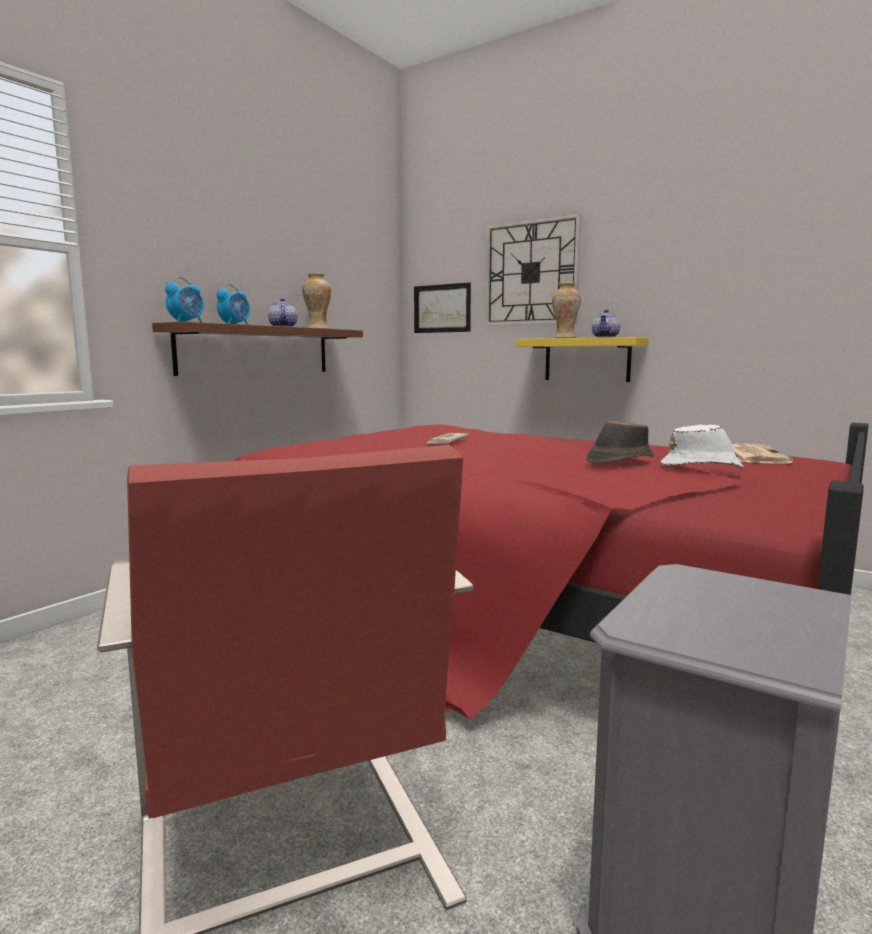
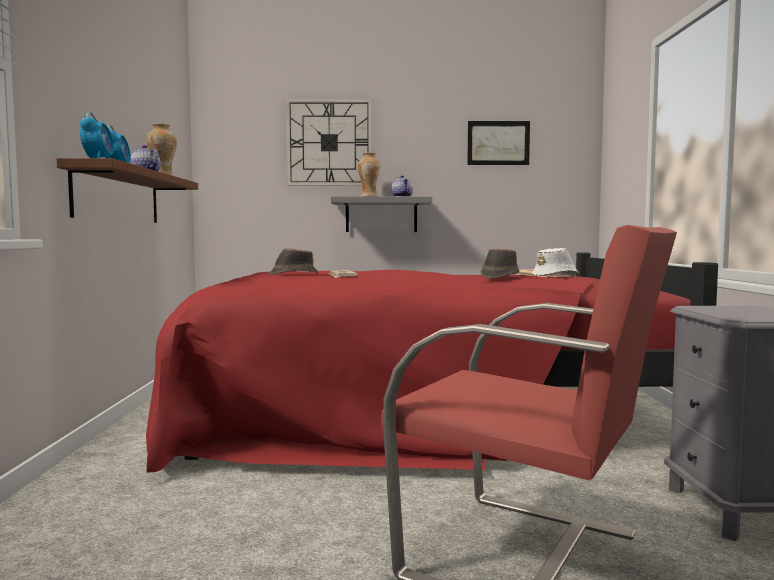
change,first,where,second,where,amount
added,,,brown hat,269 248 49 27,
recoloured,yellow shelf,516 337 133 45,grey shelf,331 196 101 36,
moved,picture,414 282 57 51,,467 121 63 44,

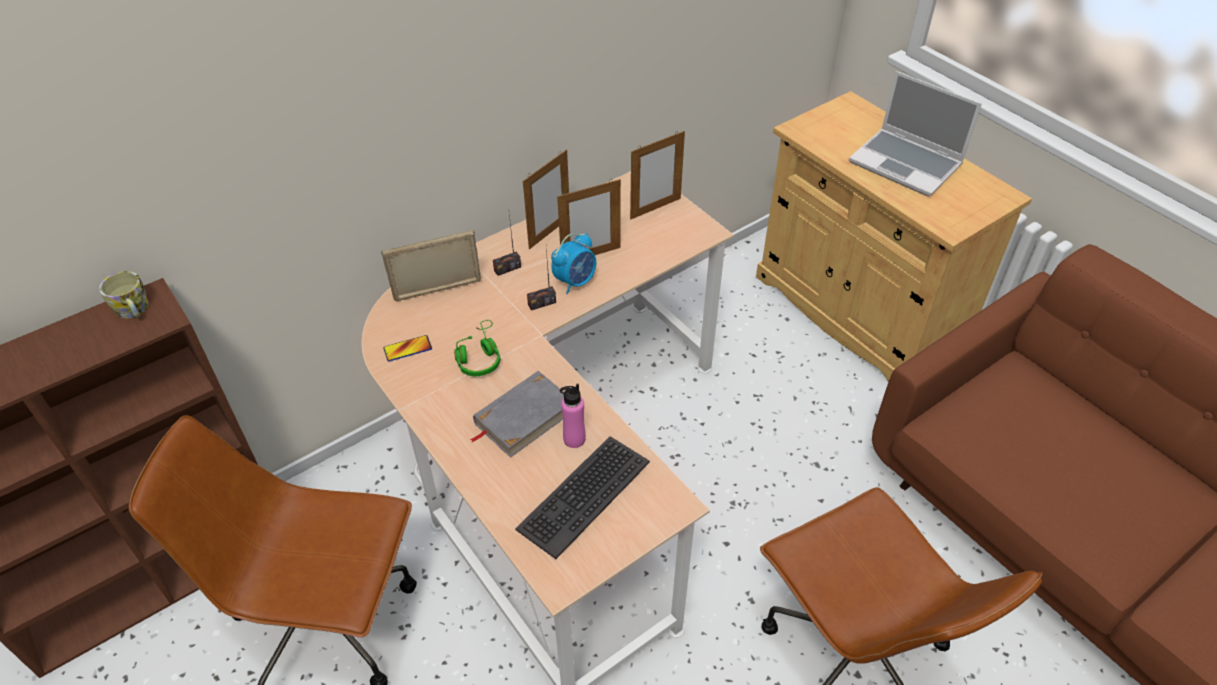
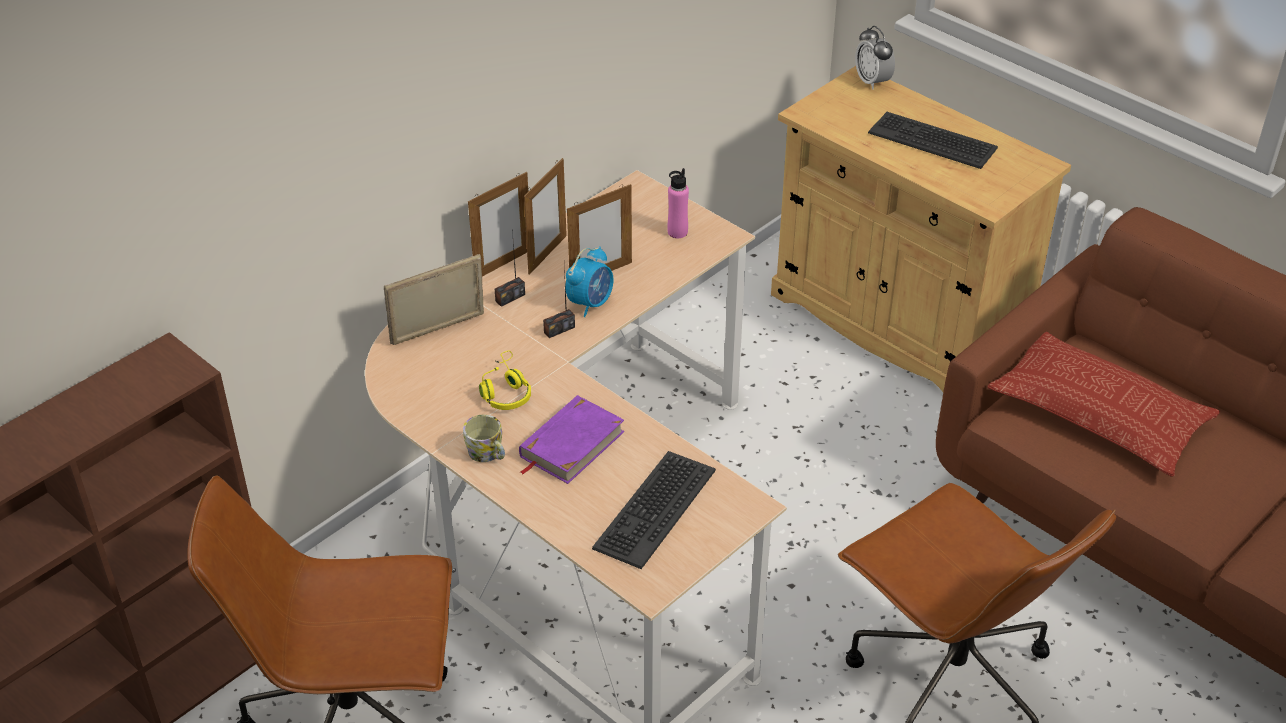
change,first,where,second,where,amount
moved,mug,99 271 49 47,,463 415 42 47,
moved,picture frame,630 131 55 88,,468 172 60 105,
recoloured,green headphones,454 320 46 56,yellow headphones,479 350 52 60,
recoloured,grey book,470 371 94 87,purple book,519 395 105 89,
moved,pink bottle,560 384 26 64,,667 168 22 70,
added,,,alarm clock,855 26 40 64,
replaced,laptop,849 71 133 126,keyboard,868 112 130 57,
added,,,pillow,987 332 233 144,
removed,phone,383 335 49 26,,,

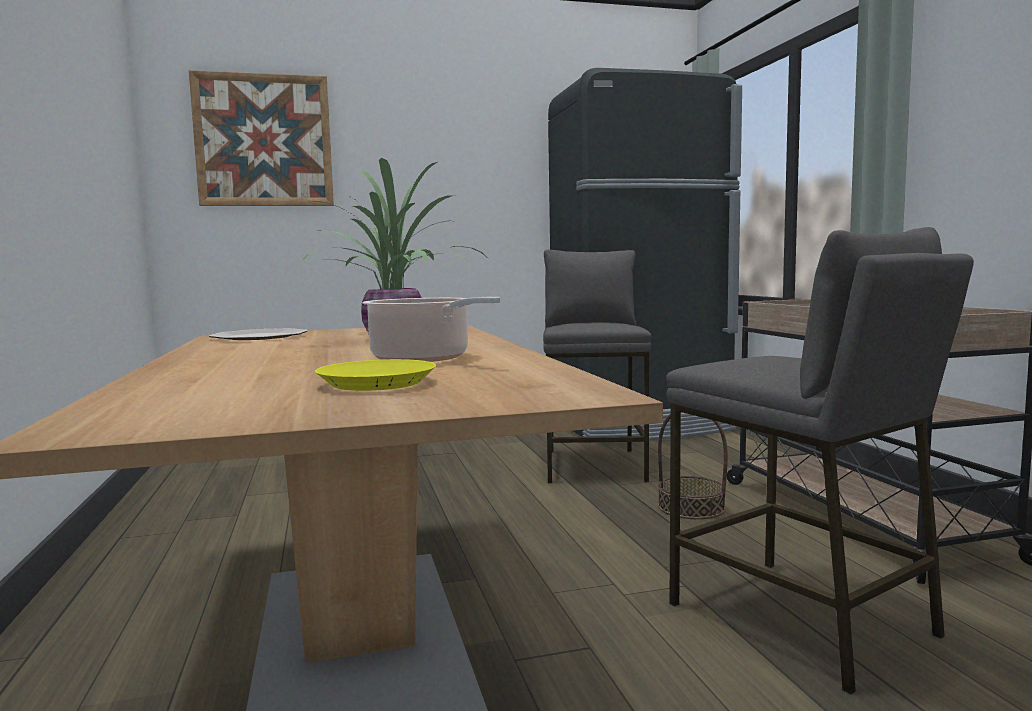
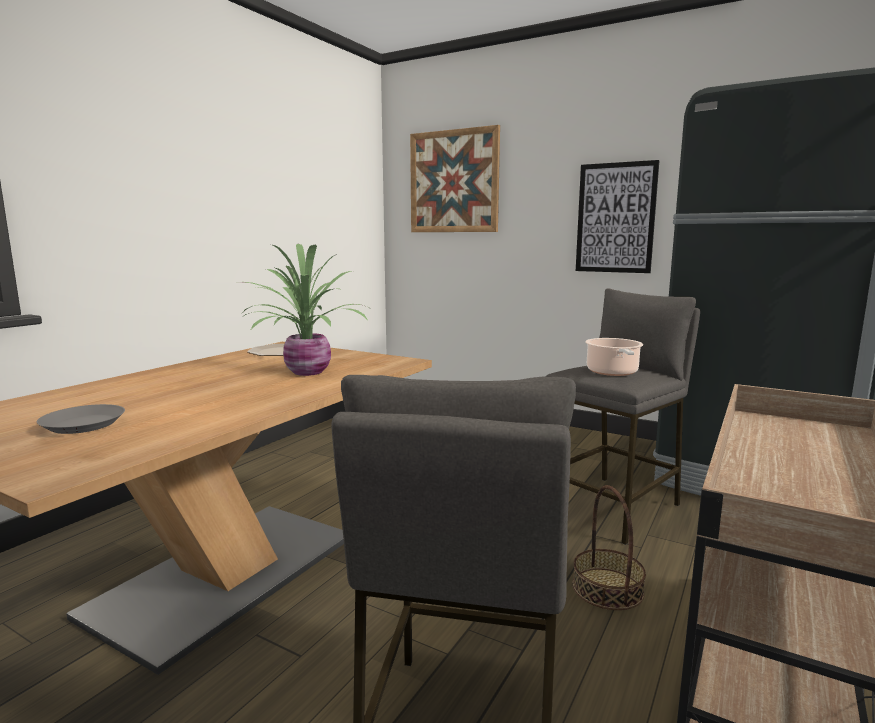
change,first,where,second,where,amount
recoloured,yellow plate,315 359 121 32,grey plate,37 404 88 30,
added,,,picture,576 160 84 113,
moved,cooking pot,362 297 138 65,,585 338 58 38,

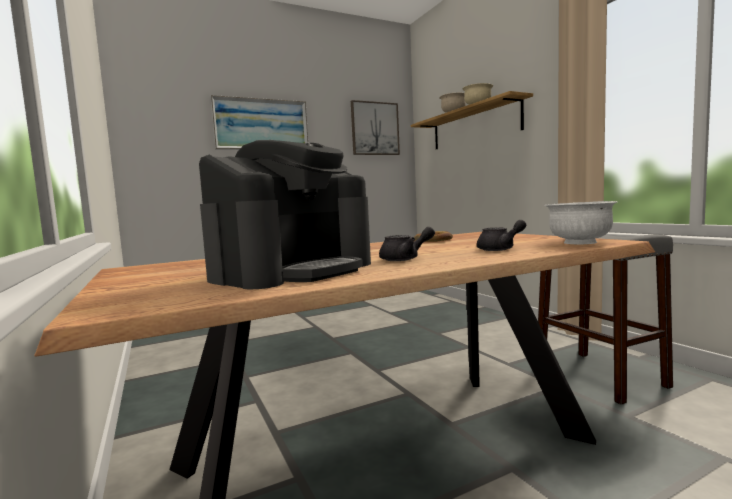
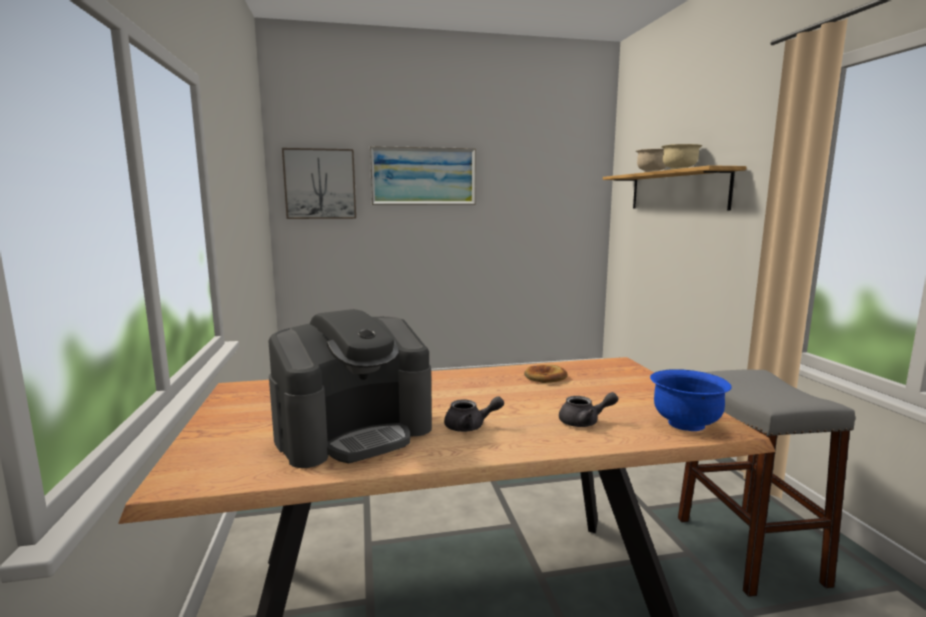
change,first,where,second,where,amount
moved,picture,351 100 49 55,,282 148 74 71,
recoloured,white bowl,545 201 72 43,blue bowl,650 369 82 62,

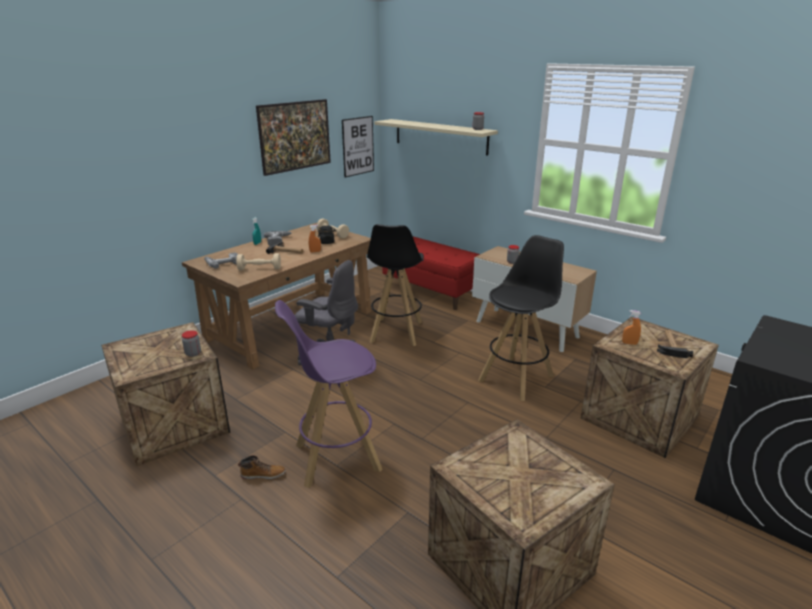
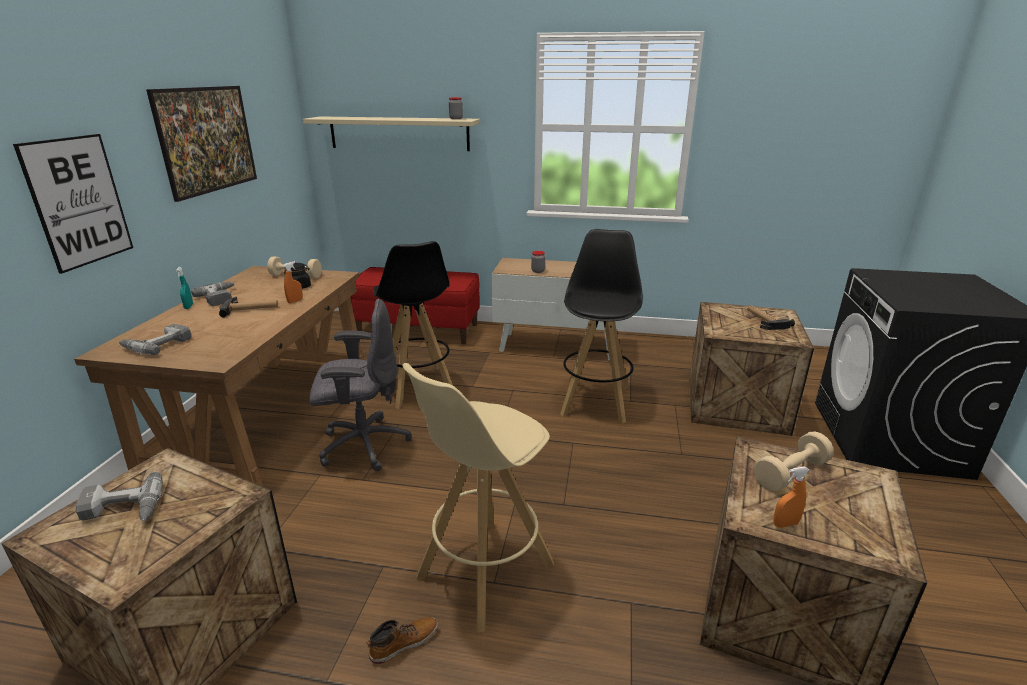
change,first,where,second,where,amount
moved,picture,342 116 32 62,,13 134 120 140,
added,,,power drill,76 472 87 49,
recoloured,purple stool,275 300 107 188,beige stool,402 363 152 269,
moved,beige dumbbell,236 253 45 17,,754 431 80 61,
moved,orange spray bottle,622 310 19 35,,774 466 36 62,
removed,jar,182 330 19 27,,,

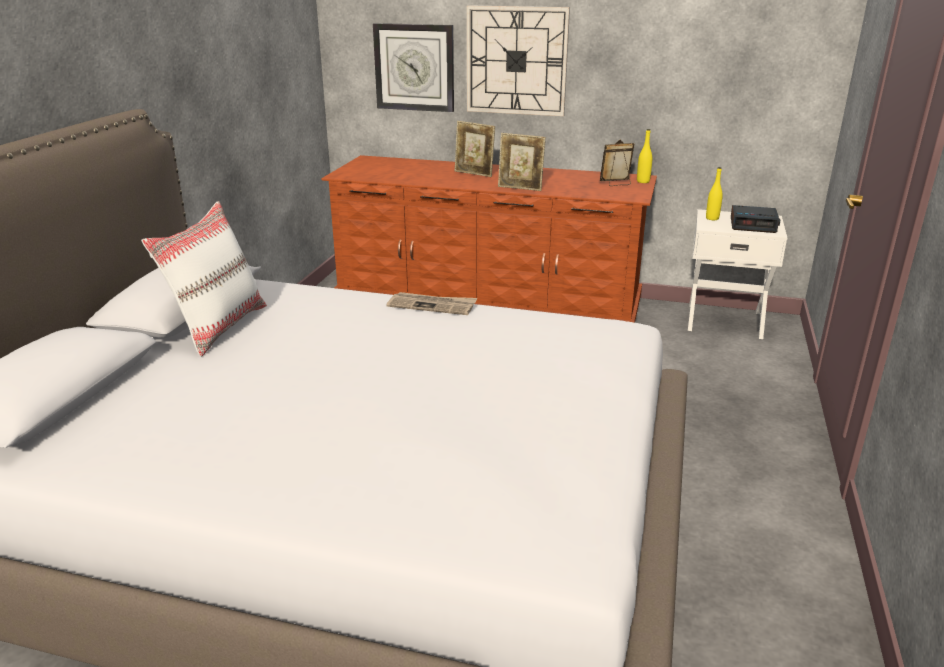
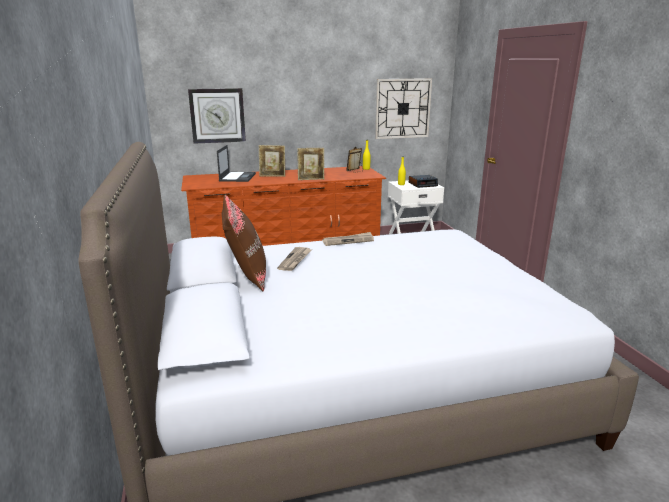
change,first,where,second,where,amount
added,,,laptop,217 145 39 37,
recoloured,white pillow,141 201 126 156,brown pillow,222 195 44 96,
added,,,newspaper,277 247 34 24,
moved,wall clock,467 5 103 111,,375 78 57 61,

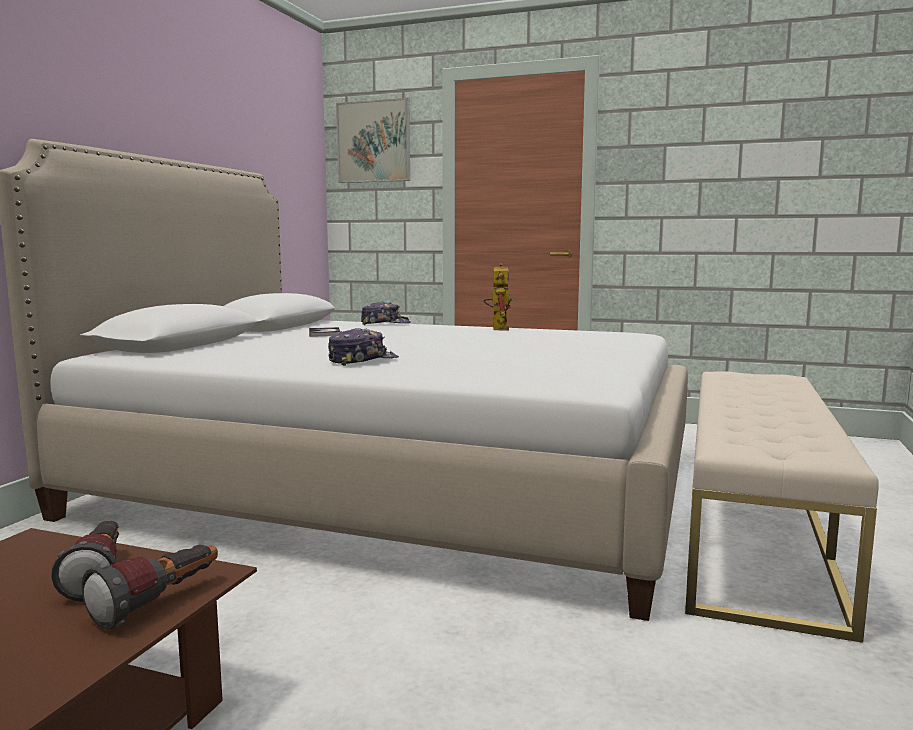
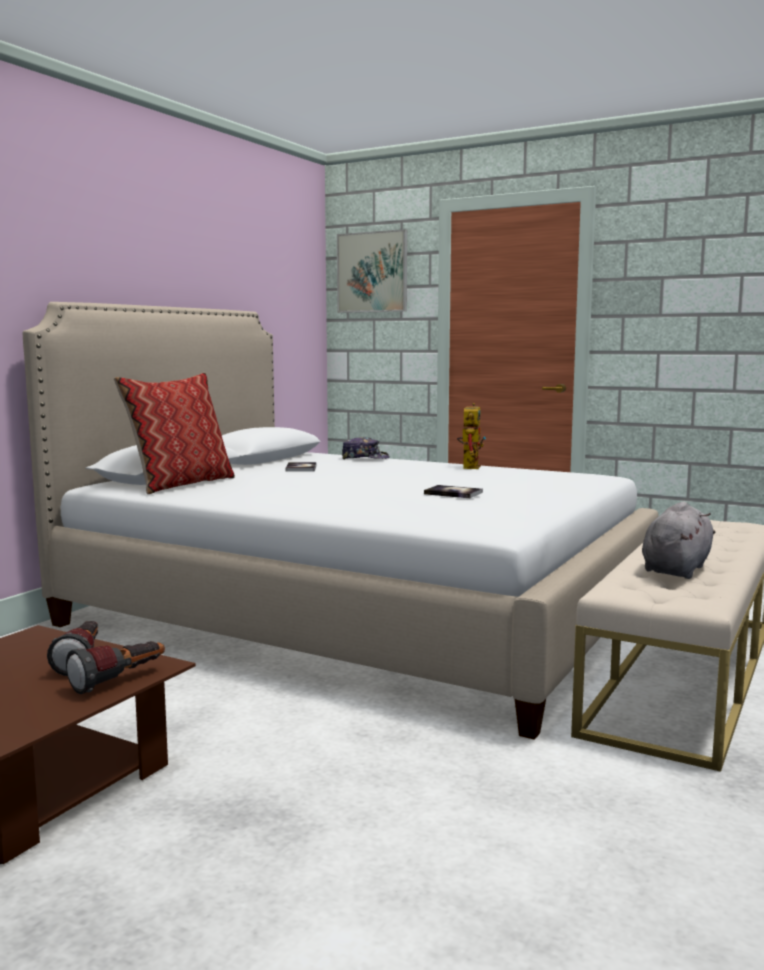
change,first,where,second,where,amount
added,,,pillow,114 373 121 121,
added,,,book,424 485 59 13,
added,,,grey plush toy,642 502 73 77,
removed,cap,328 328 71 38,,,

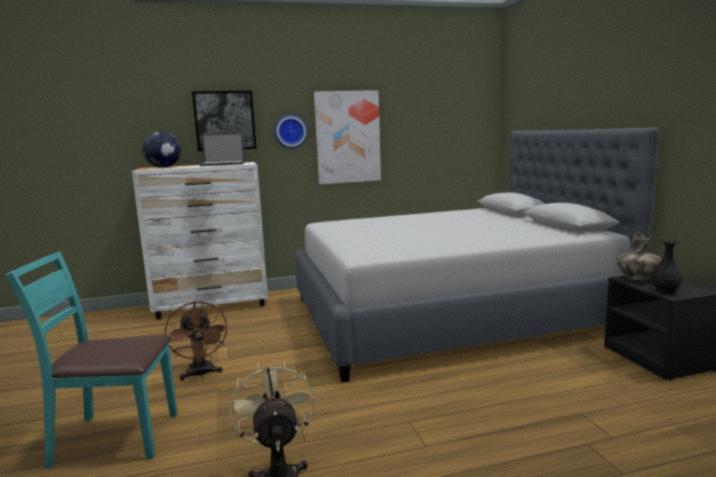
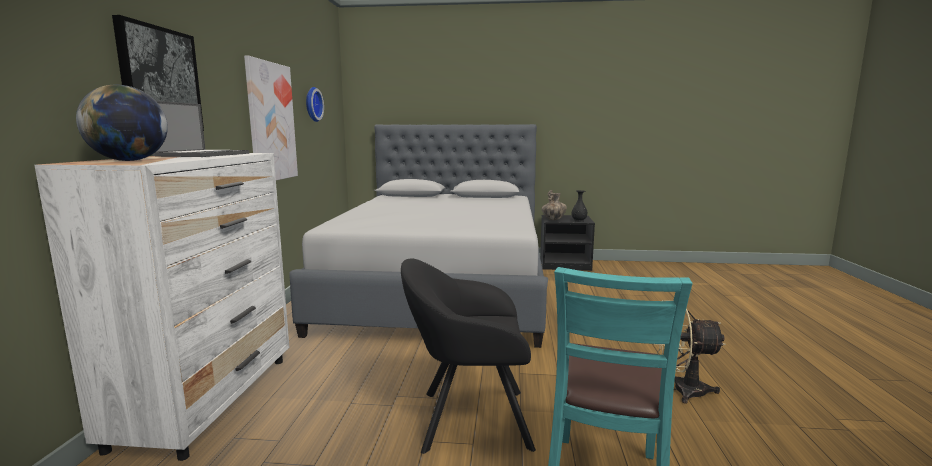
change,first,where,second,where,amount
moved,wall clock,275 115 32 33,,306 87 18 35,
replaced,brown fan,165 301 63 80,black armchair,401 259 135 195,

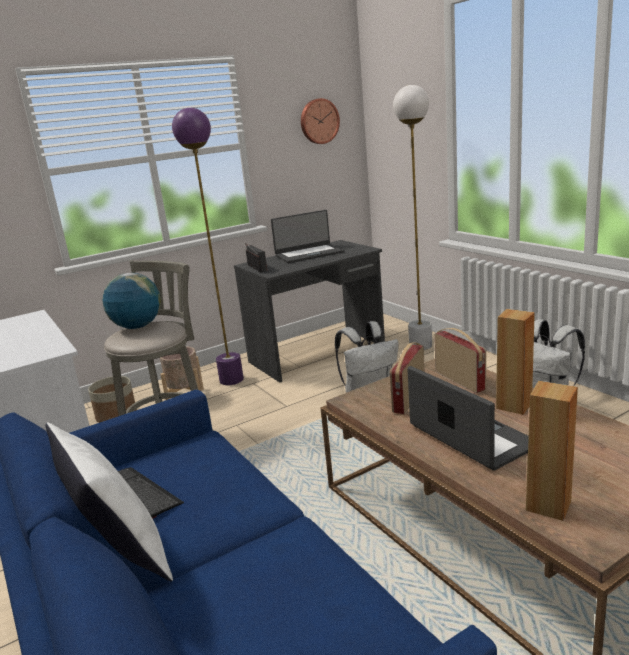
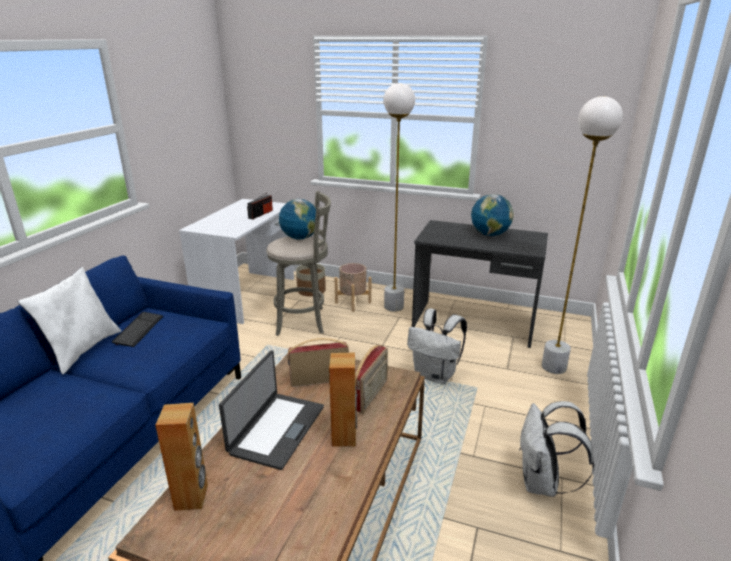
change,first,where,second,where,amount
moved,radio,245 243 22 30,,247 193 26 26,
recoloured,purple floor lamp,172 108 72 277,white floor lamp,383 83 32 229,
replaced,laptop,271 210 73 53,globe,471 194 43 42,
removed,wall clock,301 98 39 46,,,

